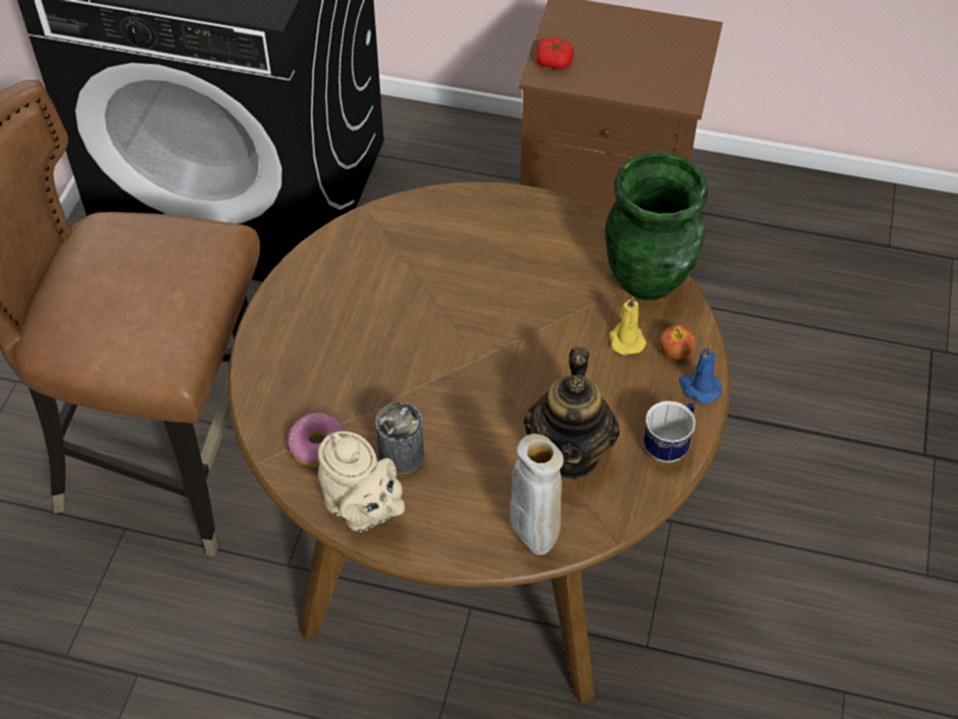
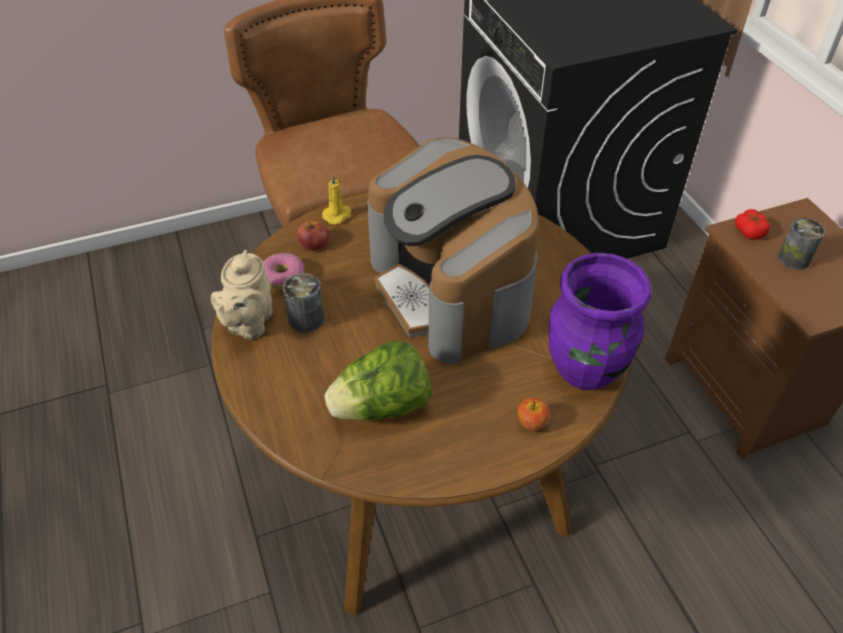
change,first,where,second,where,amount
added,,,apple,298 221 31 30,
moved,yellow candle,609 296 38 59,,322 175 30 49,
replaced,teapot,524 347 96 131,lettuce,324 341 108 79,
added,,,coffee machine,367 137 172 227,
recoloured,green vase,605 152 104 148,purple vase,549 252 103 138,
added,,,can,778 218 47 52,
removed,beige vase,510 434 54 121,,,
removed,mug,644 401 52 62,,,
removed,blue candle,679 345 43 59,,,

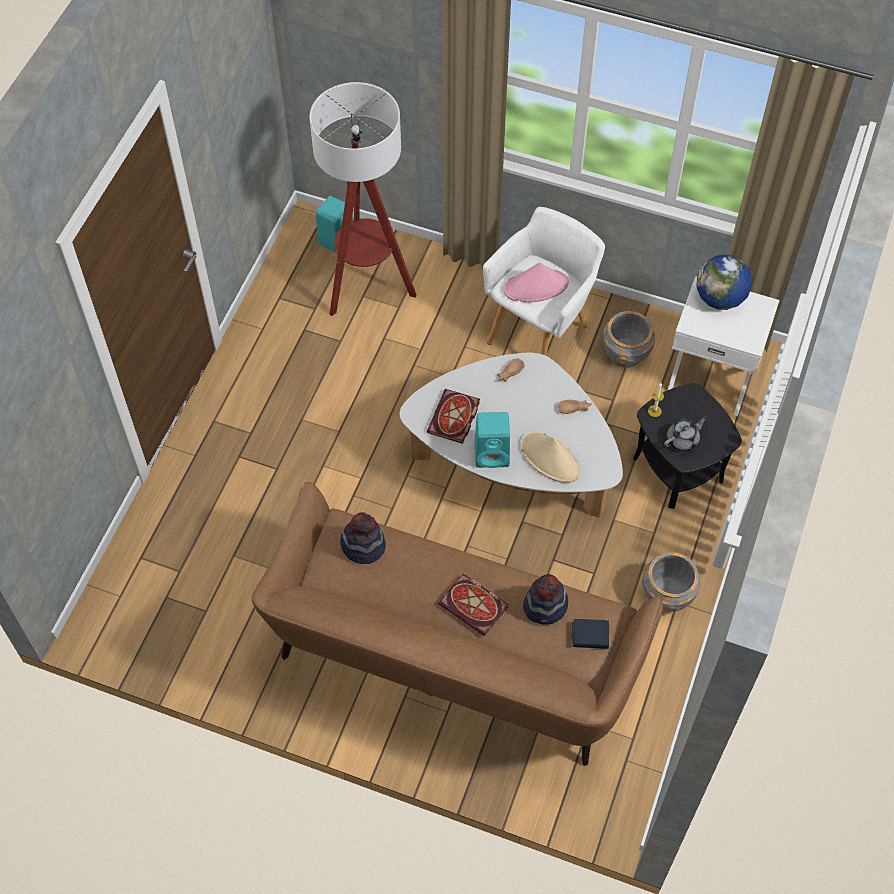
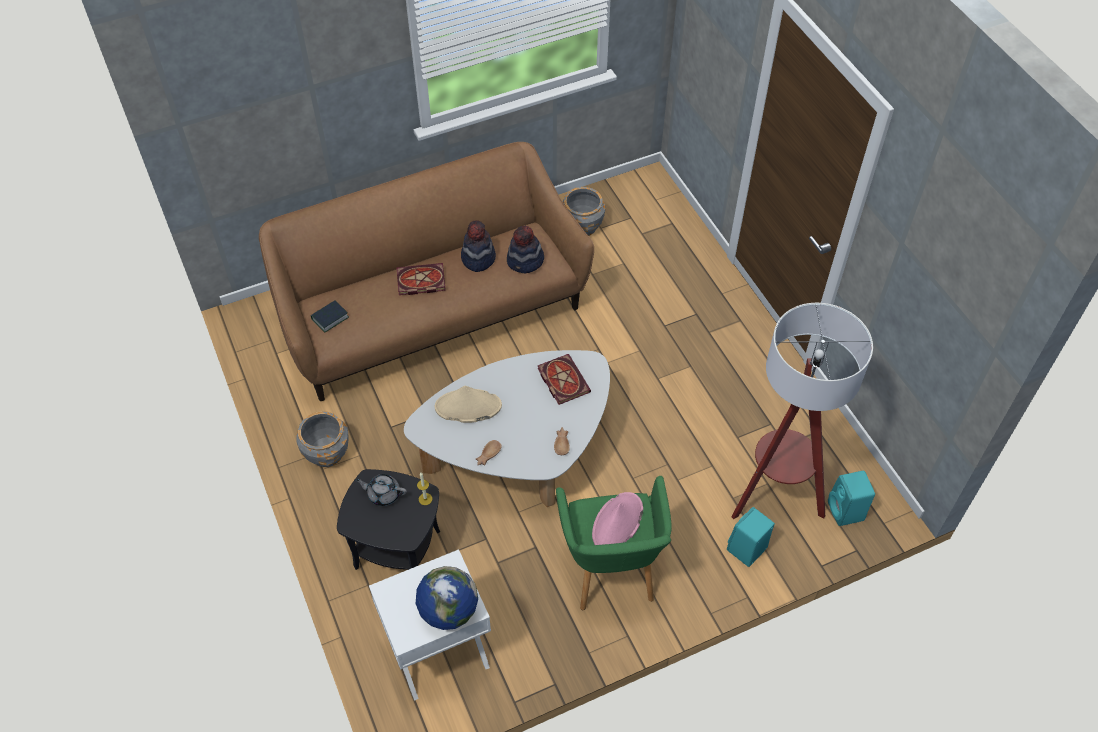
change,first,where,second,where,amount
turned,grey teapot,664 416 43 35,,355 474 52 32,90 degrees clockwise
moved,hat,523 574 45 51,,461 220 35 52,
recoloured,white armchair,483 207 122 149,green armchair,556 476 116 134,
moved,grey planter,603 311 52 57,,562 187 43 49,
moved,turquoise speaker,475 412 35 56,,727 507 48 60,

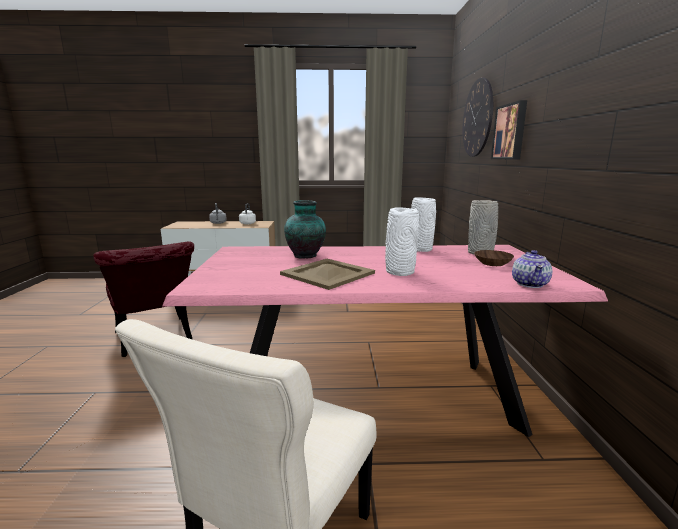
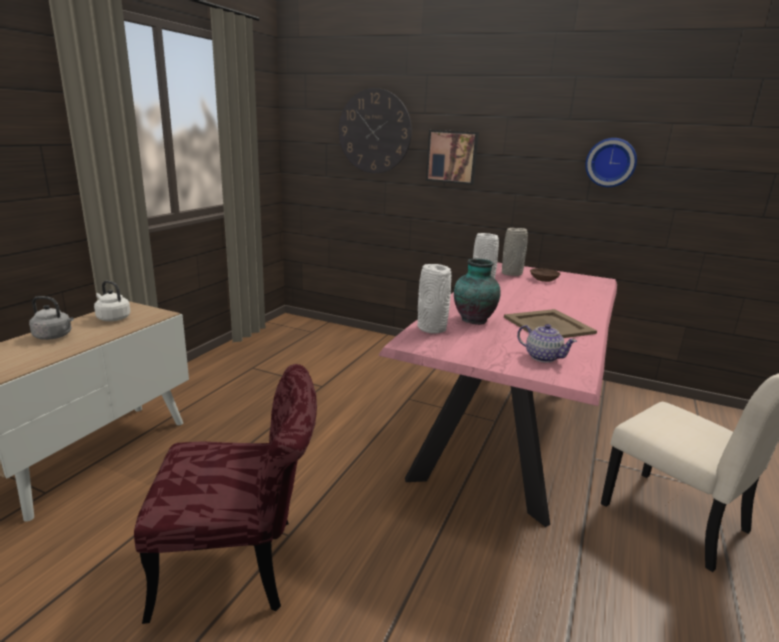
change,first,where,second,where,amount
moved,white vase,385 207 34 69,,418 264 33 69,
moved,teapot,512 250 40 38,,517 324 60 39,
added,,,wall clock,585 138 52 49,

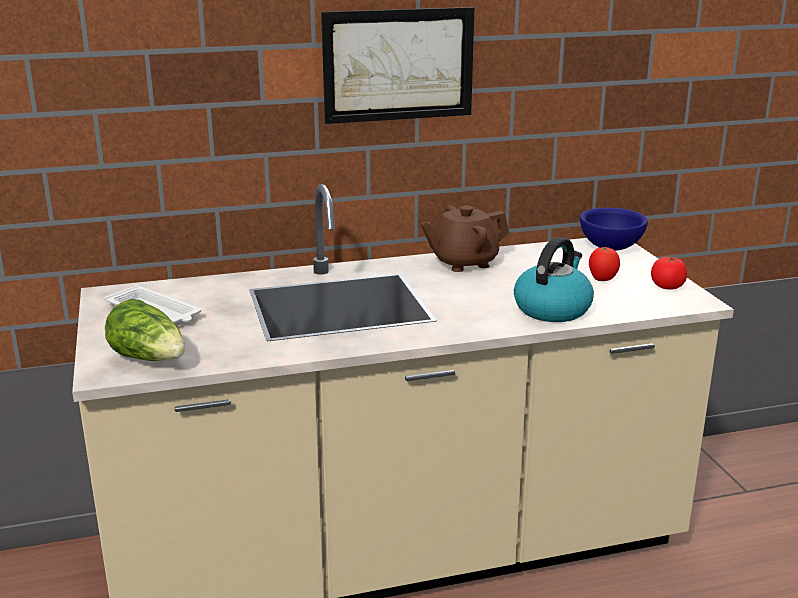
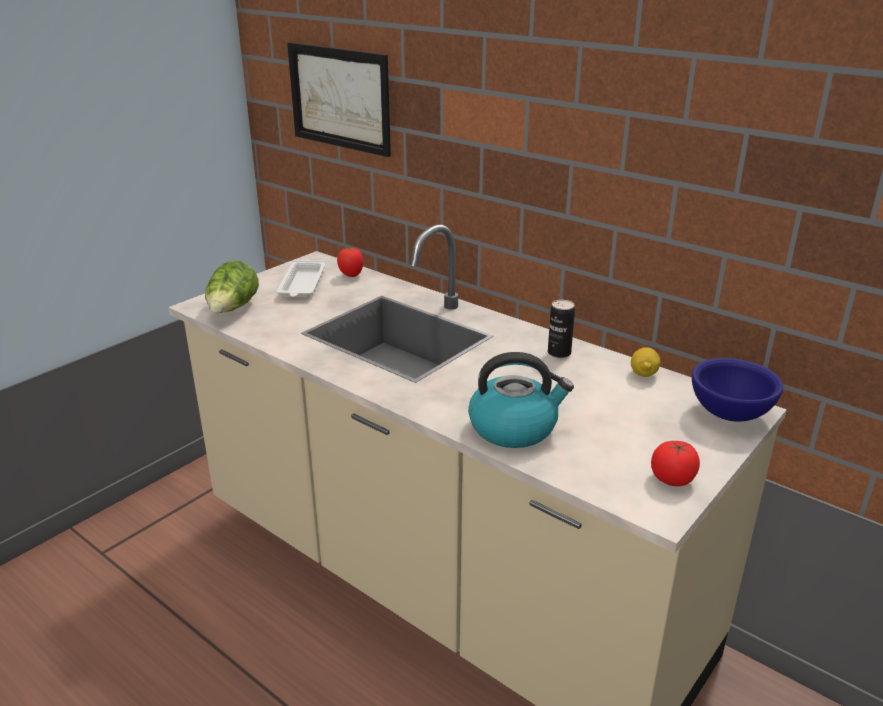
change,first,where,second,where,amount
moved,picture,321 7 154 117,,287 42 104 115,
moved,tomato,589 247 31 34,,337 247 27 30,
replaced,brown teapot,421 205 88 67,can,548 300 27 58,
added,,,lemon,631 347 29 30,

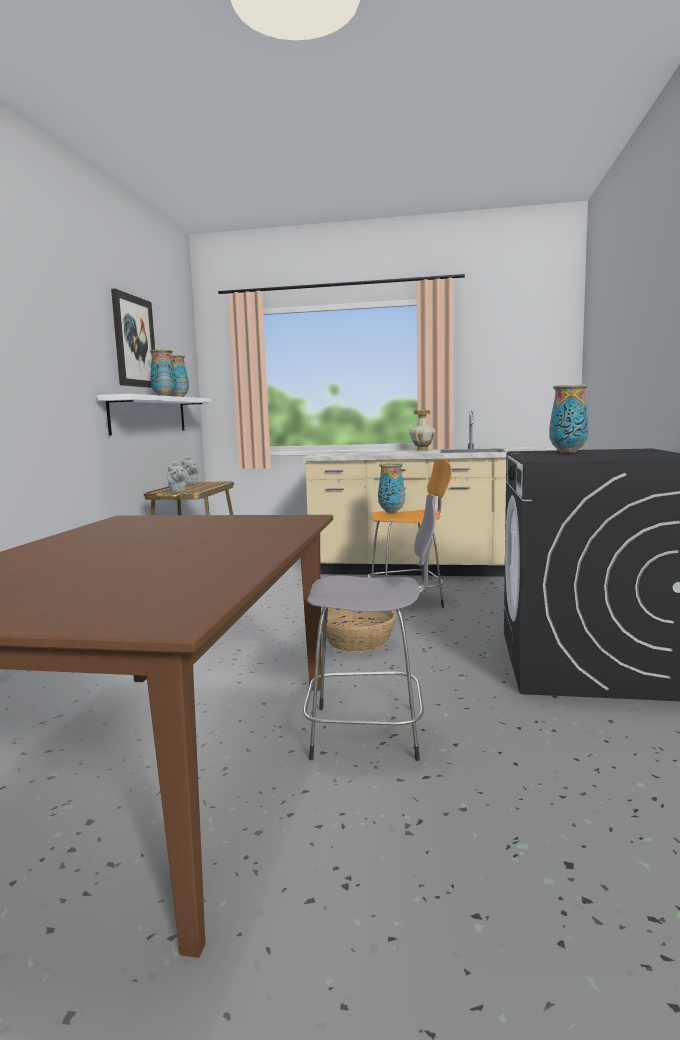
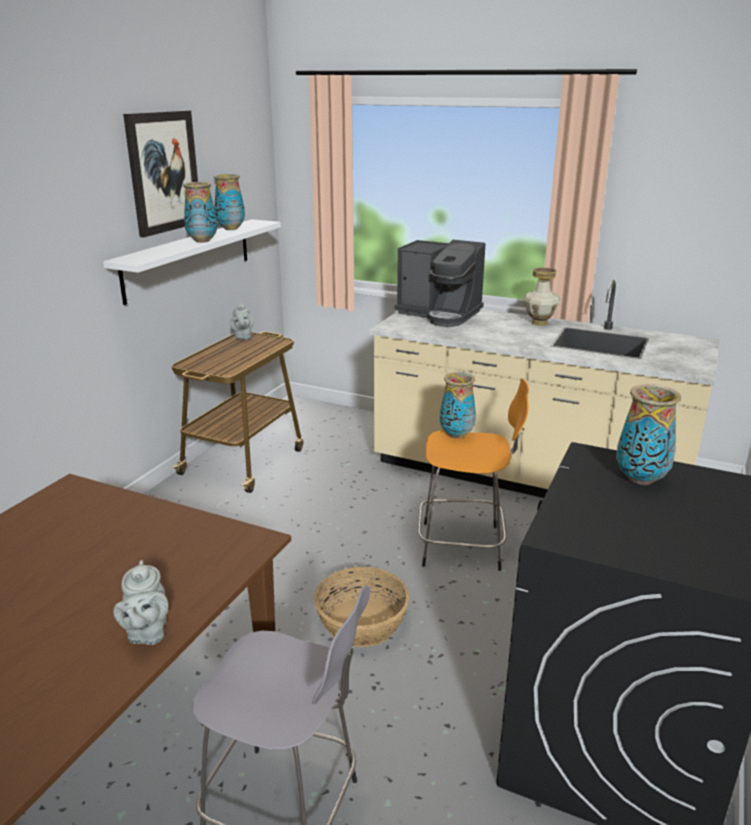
change,first,where,second,where,amount
moved,grey teapot,167 461 21 31,,113 560 55 85,
added,,,coffee machine,394 240 92 87,

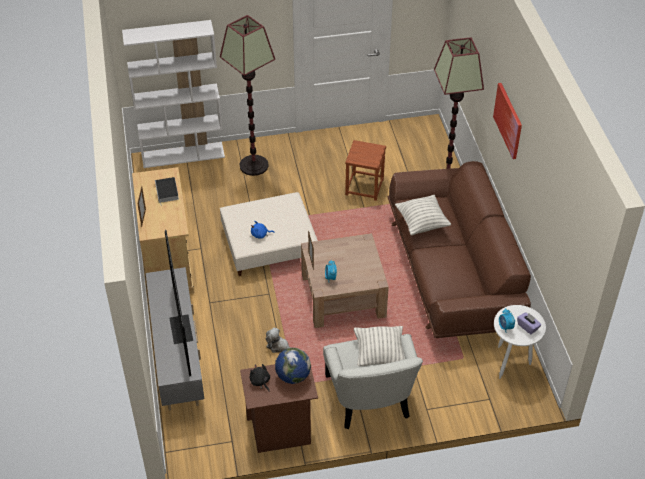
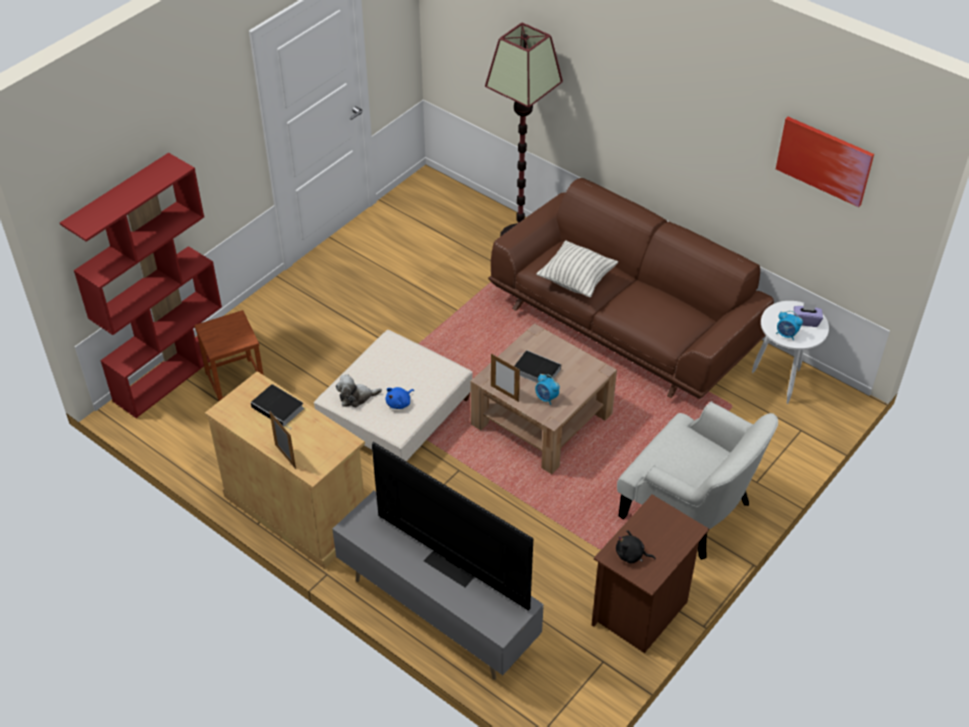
change,first,where,second,where,amount
recoloured,white bookcase,122 20 103 148,red bookcase,60 153 162 265,
moved,brown stool,345 140 41 61,,194 310 70 92,
moved,plush toy,266 328 24 25,,336 374 46 33,
added,,,book,514 350 47 33,
moved,picture,493 83 29 76,,776 117 98 90,
removed,floor lamp,220 15 55 161,,,
removed,globe,275 348 36 36,,,
removed,pillow,354 326 51 40,,,

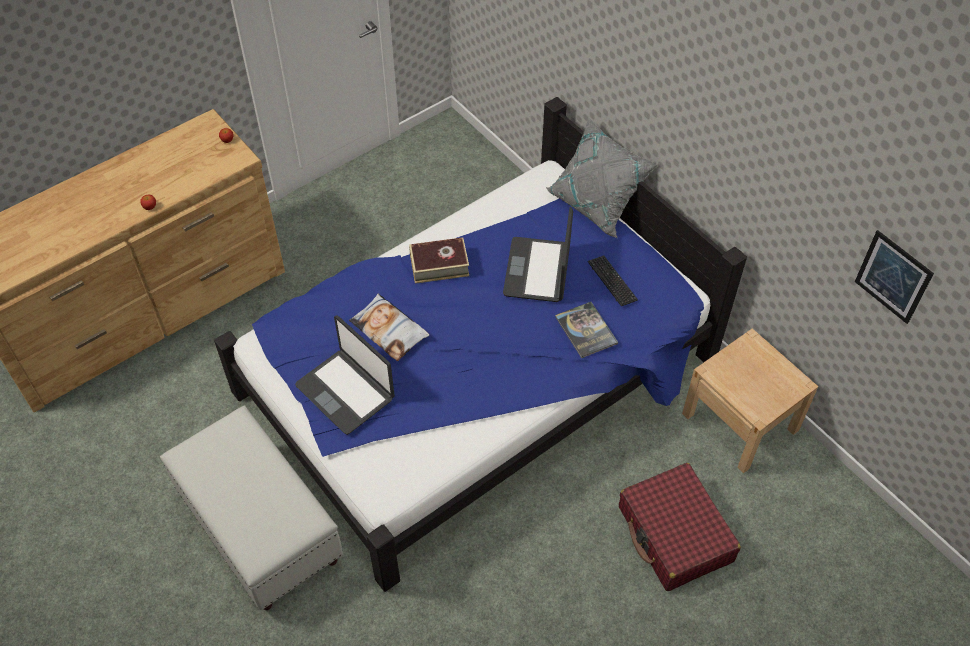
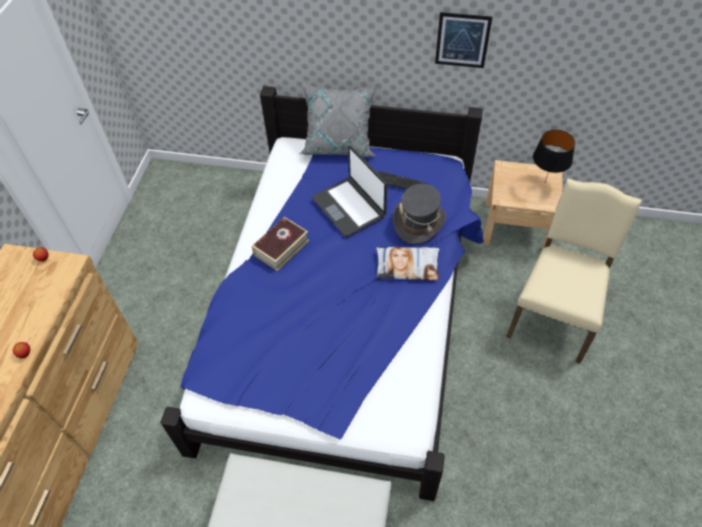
change,first,where,second,where,amount
moved,pillow,349 294 80 67,,376 247 64 33,
replaced,book,555 302 63 56,grey hat,393 184 53 60,
moved,picture,855 230 79 94,,435 12 57 56,
replaced,red suitcase,619 463 122 128,beige chair,506 178 136 186,
added,,,black table lamp,533 130 42 52,
removed,laptop,295 315 100 120,,,

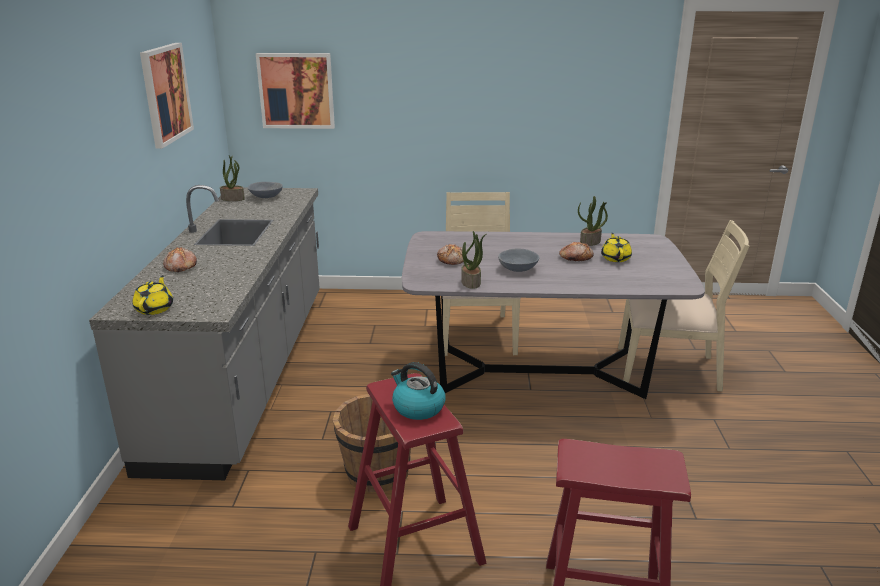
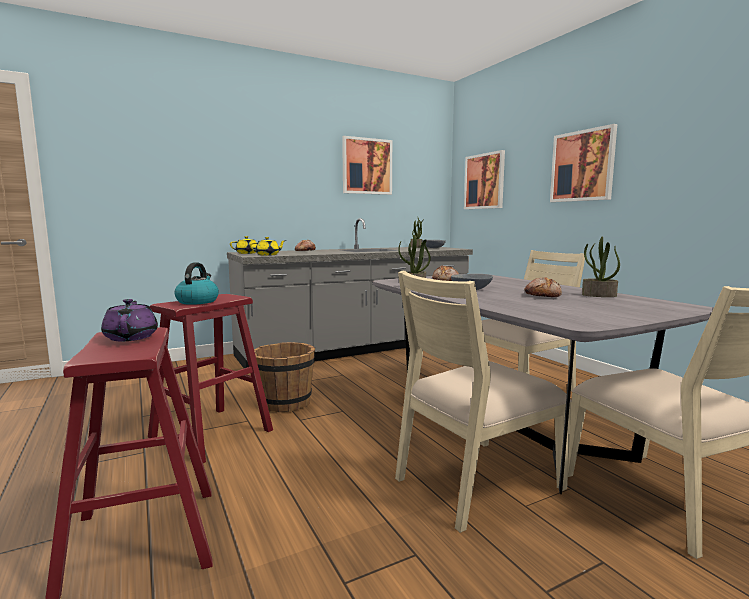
change,first,where,second,where,amount
added,,,purple teapot,101 299 57 42,
moved,yellow teapot,601 233 31 29,,250 237 35 19,
added,,,beige chair,395 270 177 263,
added,,,picture,550 124 67 78,

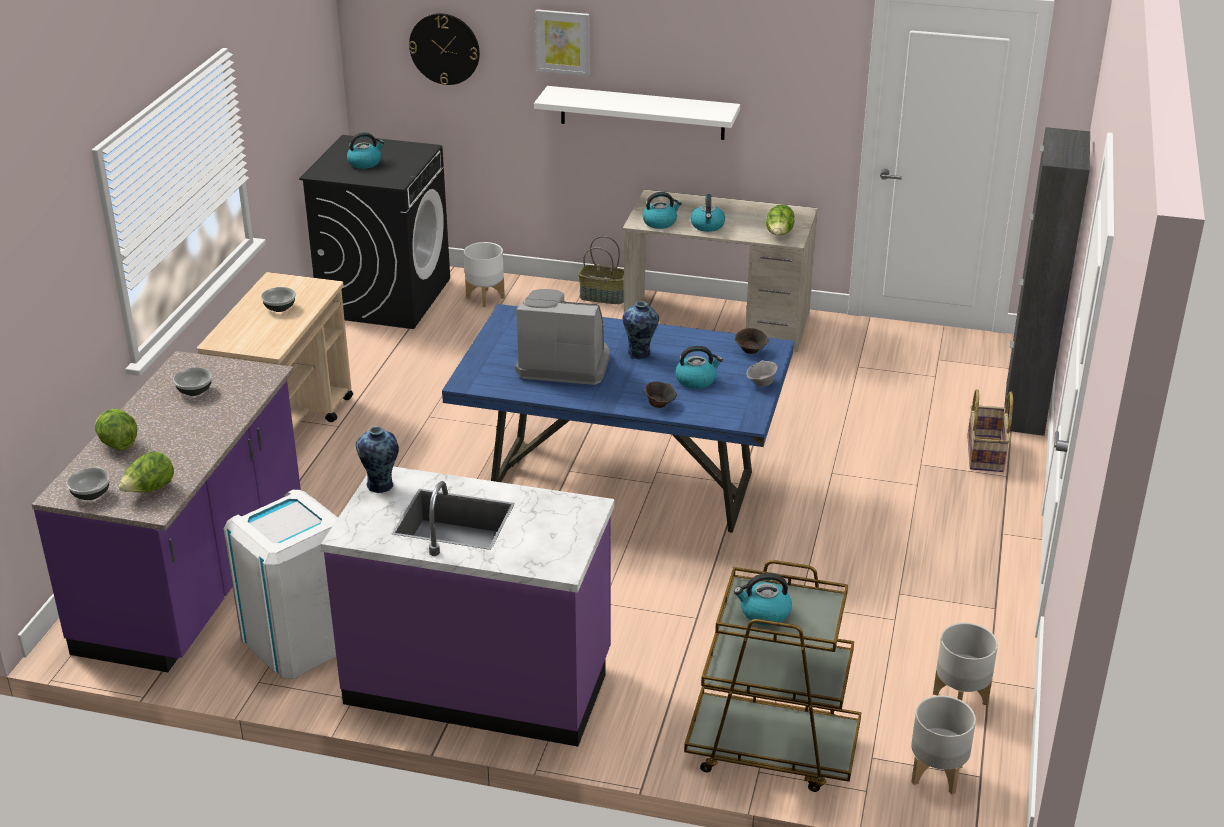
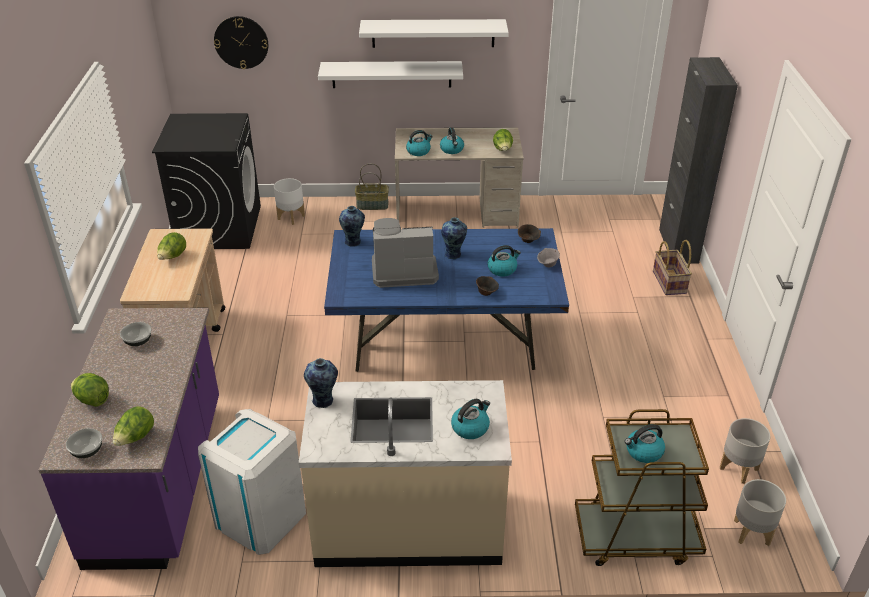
change,first,where,second,where,amount
replaced,bowl,261 287 35 25,lettuce,157 232 29 28,
recoloured,purple counter,321 467 294 280,beige counter,299 380 213 187,
added,,,vase,339 206 26 41,
added,,,white shelf,359 19 150 29,
moved,kettle,347 132 38 37,,451 399 39 40,
removed,picture,535 9 55 67,,,

